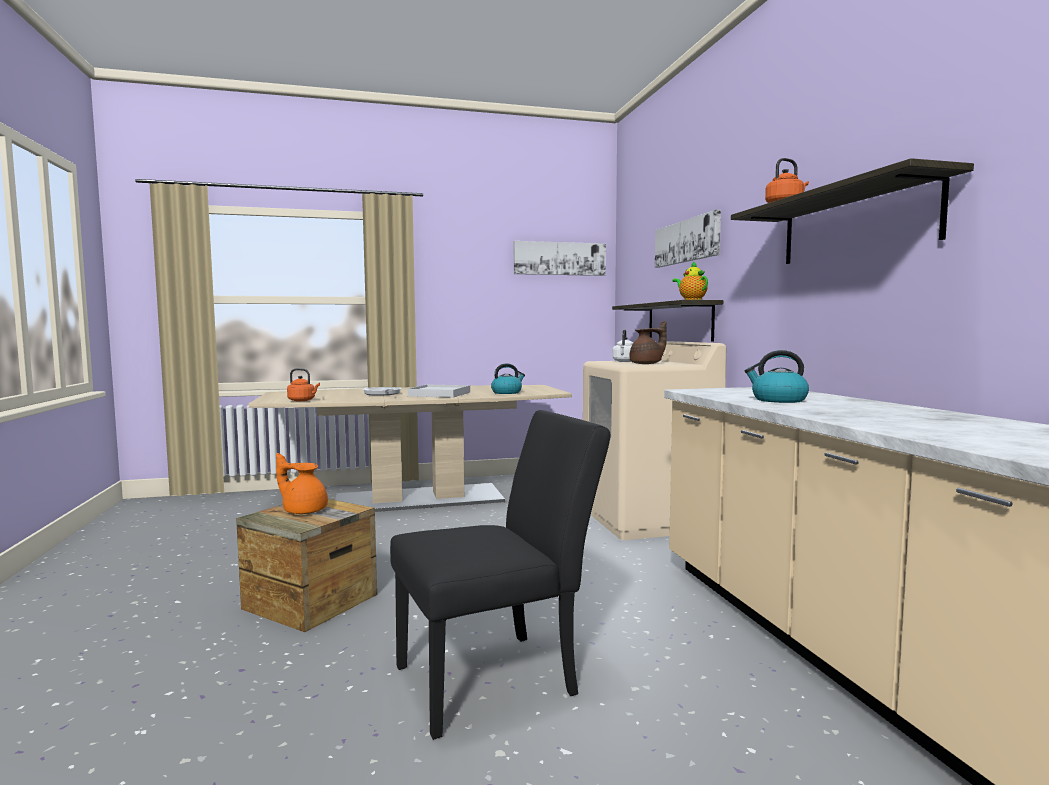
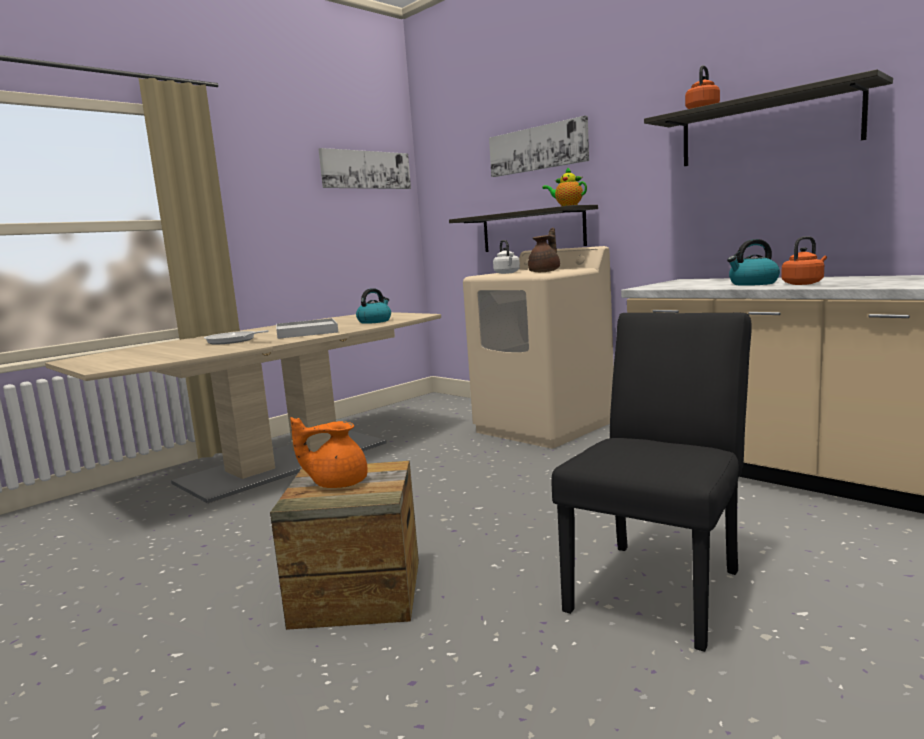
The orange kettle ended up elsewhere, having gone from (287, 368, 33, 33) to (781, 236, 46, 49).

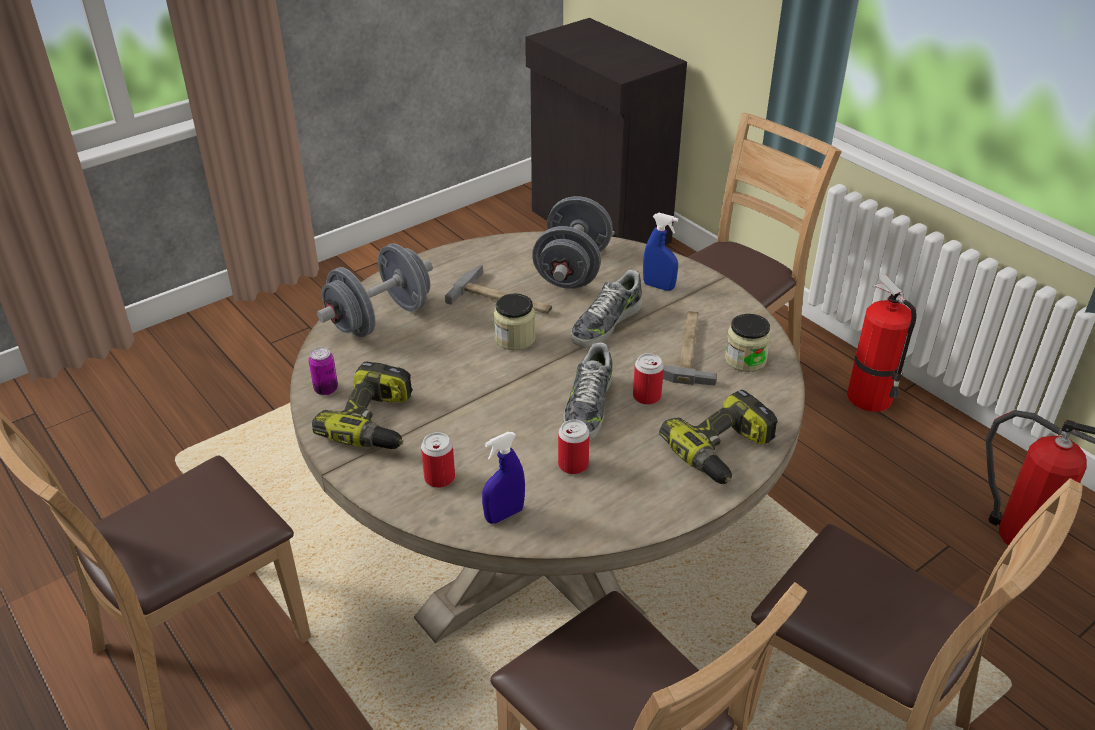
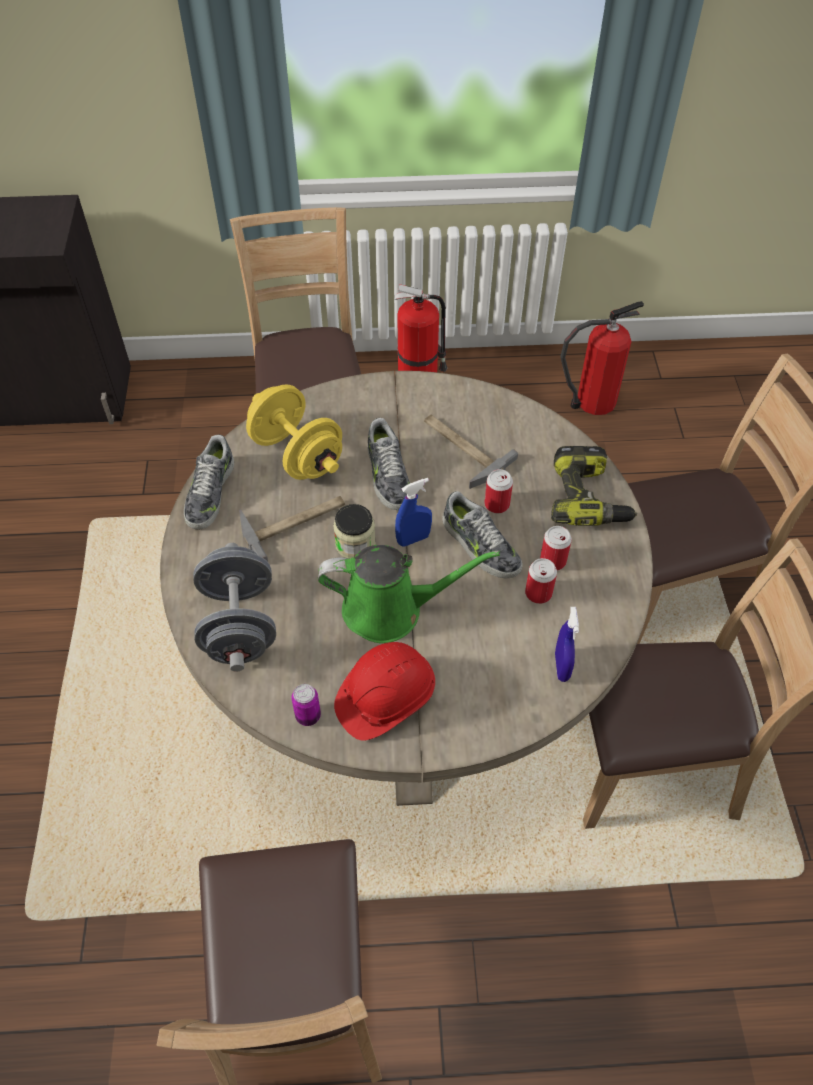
The second view lost the jar at (725, 314, 46, 58).
The second view gained the shoe at (184, 435, 50, 95).
The second view gained the green watering can at (318, 545, 182, 98).
The can ended up elsewhere, having gone from (421, 432, 34, 56) to (540, 526, 32, 44).
The blue spray bottle ended up elsewhere, having gone from (643, 213, 35, 78) to (395, 478, 37, 69).
Where the power drill stood at (312, 362, 101, 87), the red hard hat came to stand at (334, 642, 101, 99).
What was the grey dumbbell at (532, 196, 81, 93) turned into the yellow dumbbell at (246, 384, 96, 96).

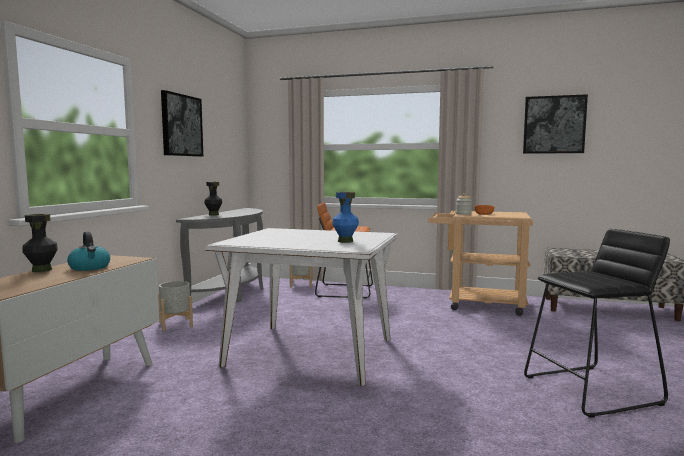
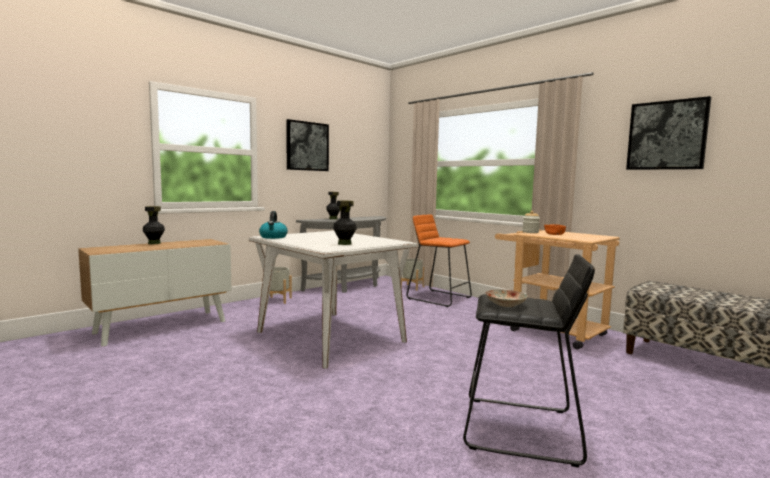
The second view gained the plate at (486, 290, 42, 17).
The kettle ended up elsewhere, having gone from (67, 232, 43, 39) to (259, 211, 29, 28).
What was the blue vase at (332, 192, 27, 51) turned into the black vase at (333, 201, 24, 44).

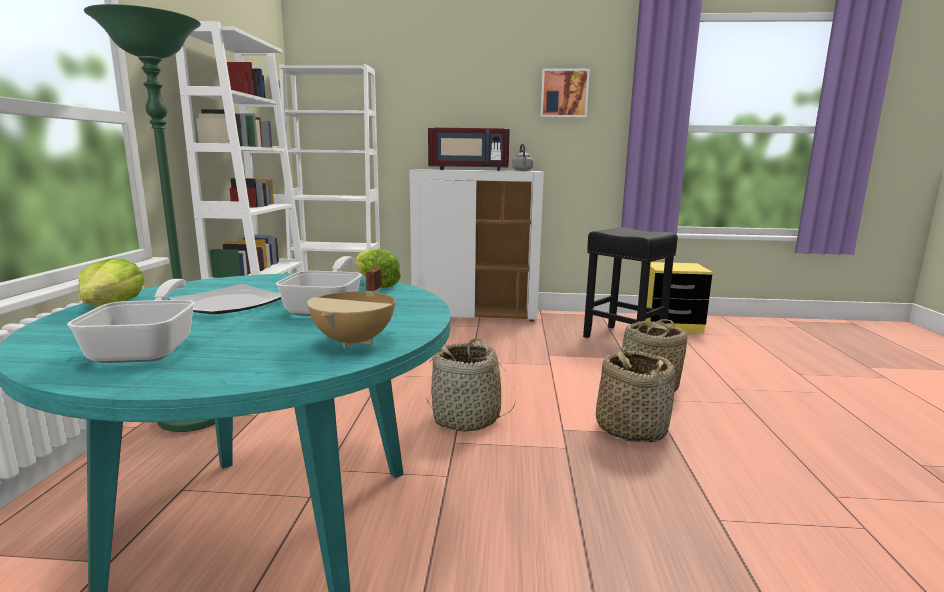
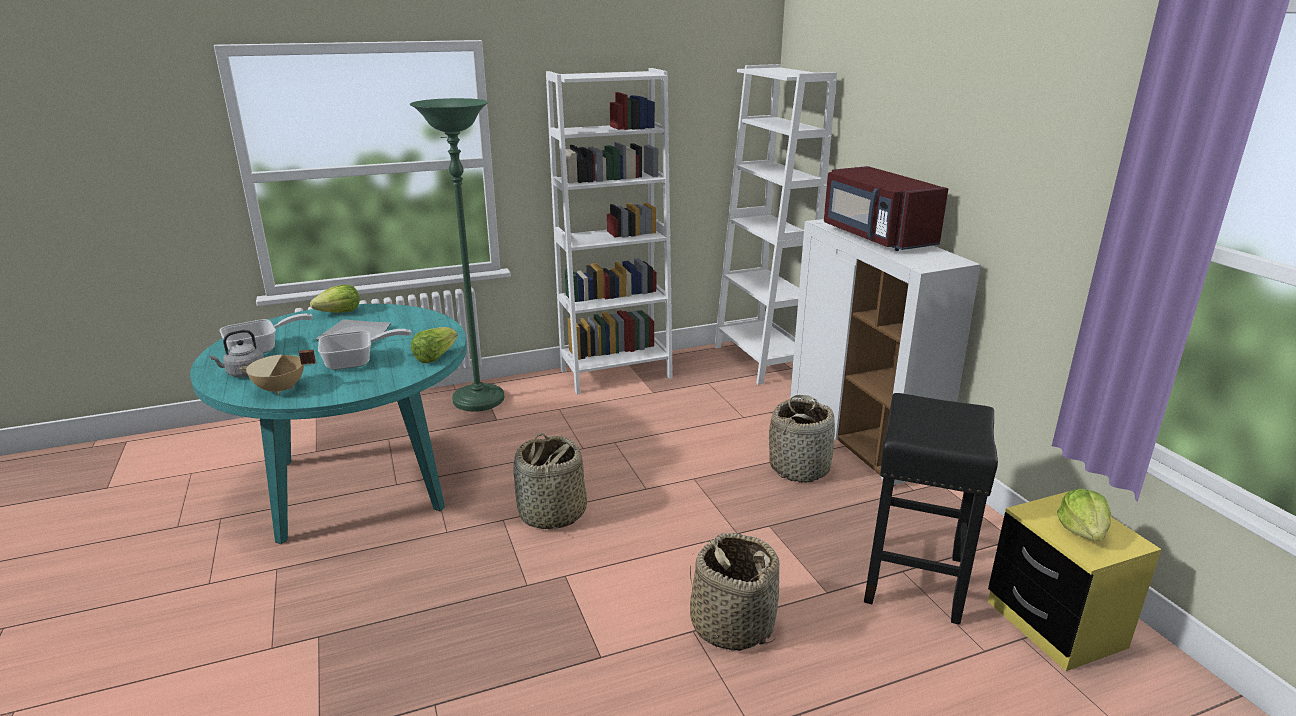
The second view lost the picture at (540, 69, 50, 49).
The second view gained the lettuce at (1057, 489, 54, 52).
The grey kettle ended up elsewhere, having gone from (512, 144, 21, 27) to (209, 330, 55, 47).
The basket ended up elsewhere, having gone from (596, 347, 79, 95) to (769, 395, 66, 88).

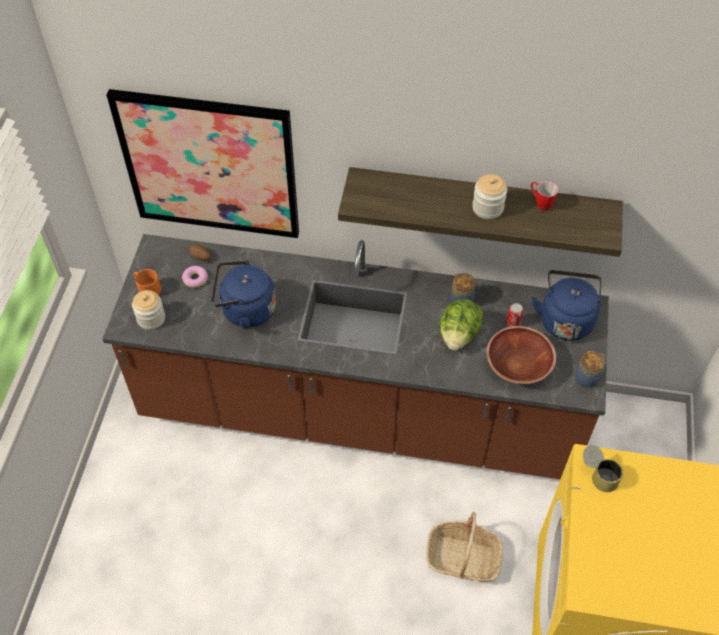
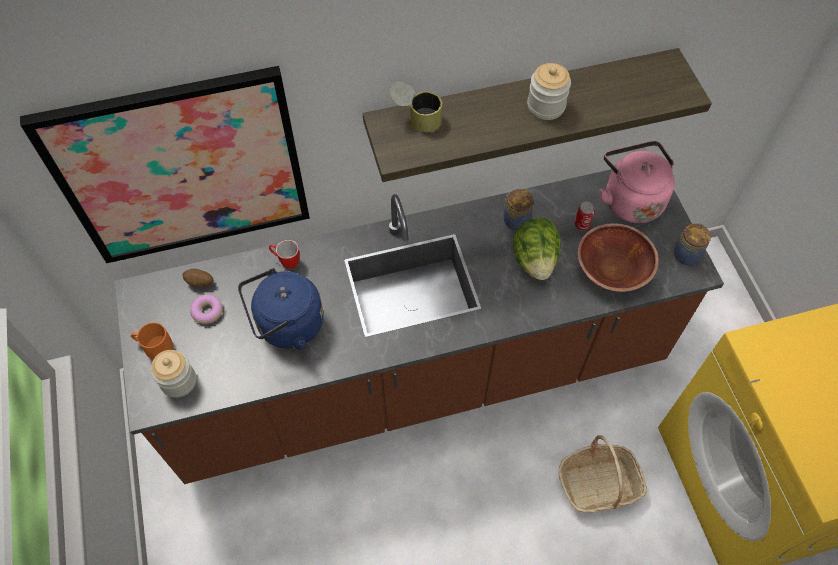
The mug ended up elsewhere, having gone from (531, 181, 27, 29) to (269, 240, 30, 29).
The can ended up elsewhere, having gone from (583, 445, 40, 47) to (389, 81, 54, 51).
What was the blue kettle at (532, 270, 70, 71) turned into the pink kettle at (600, 141, 75, 82).

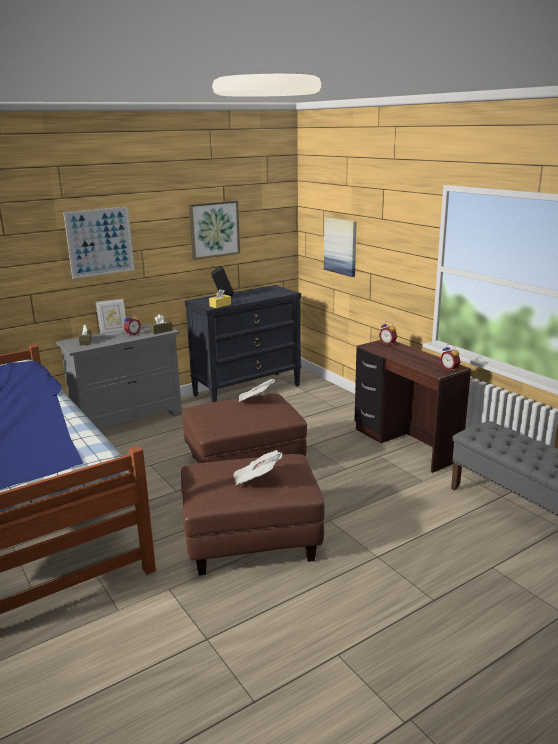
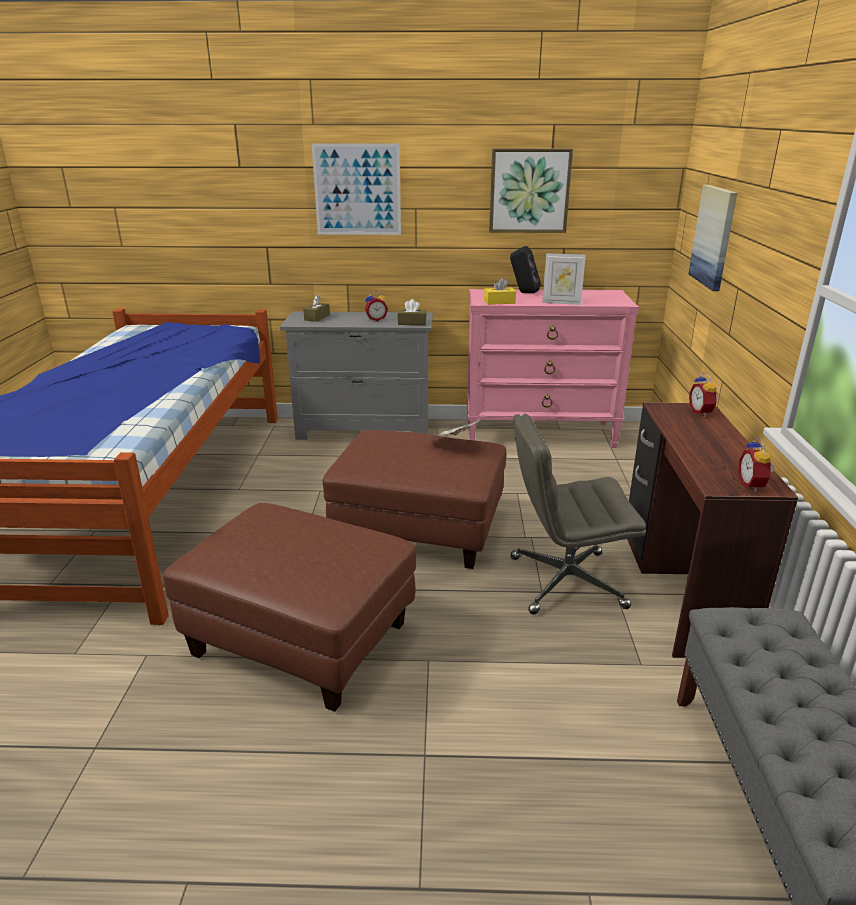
The second view lost the newspaper at (233, 450, 49, 35).
The second view gained the grey office chair at (511, 414, 135, 200).
The picture frame ended up elsewhere, having gone from (96, 299, 30, 37) to (542, 253, 44, 52).
What was the black dresser at (185, 285, 116, 117) turned into the pink dresser at (467, 289, 172, 159).

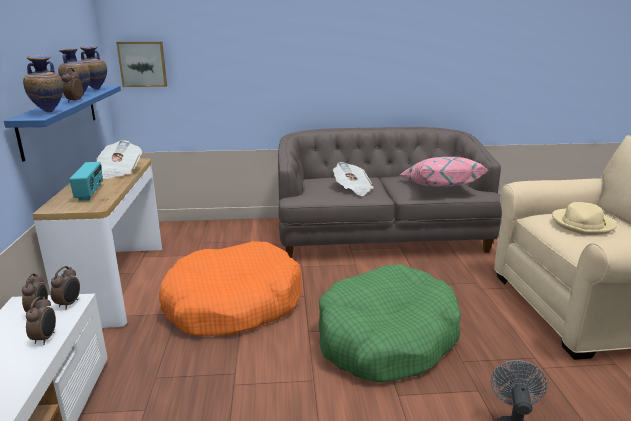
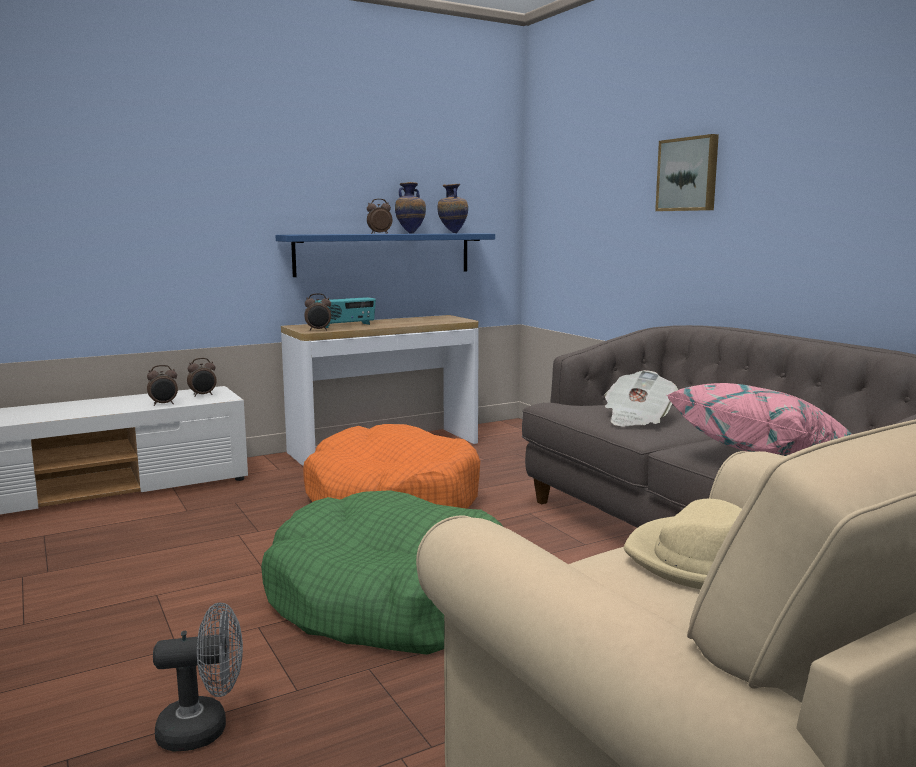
The second view lost the vase at (23, 55, 40, 57).
The second view lost the newspaper at (96, 140, 46, 39).
The alarm clock ended up elsewhere, having gone from (51, 266, 29, 43) to (304, 293, 27, 38).
The picture ended up elsewhere, having gone from (116, 42, 51, 45) to (655, 134, 64, 77).

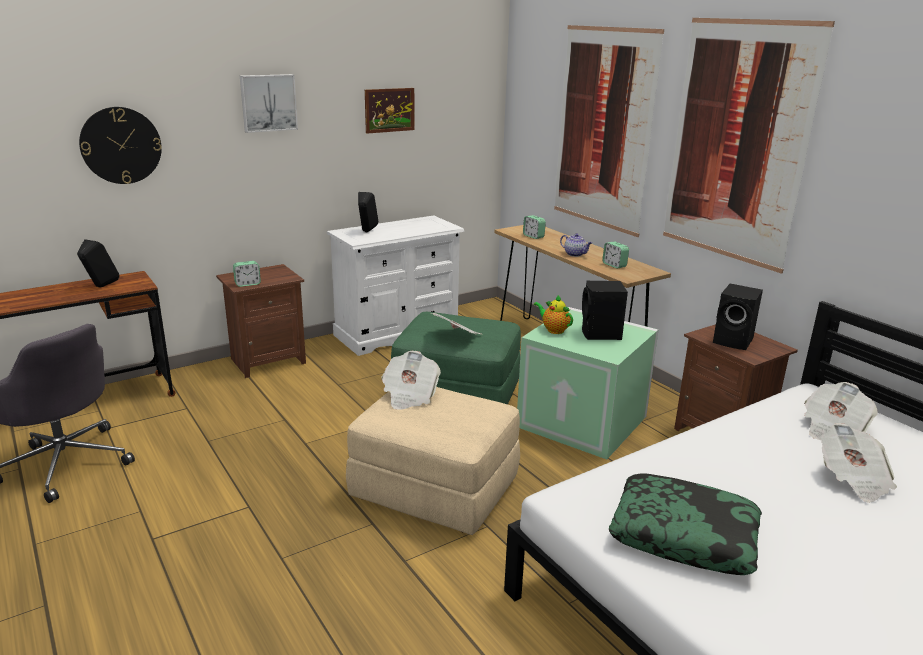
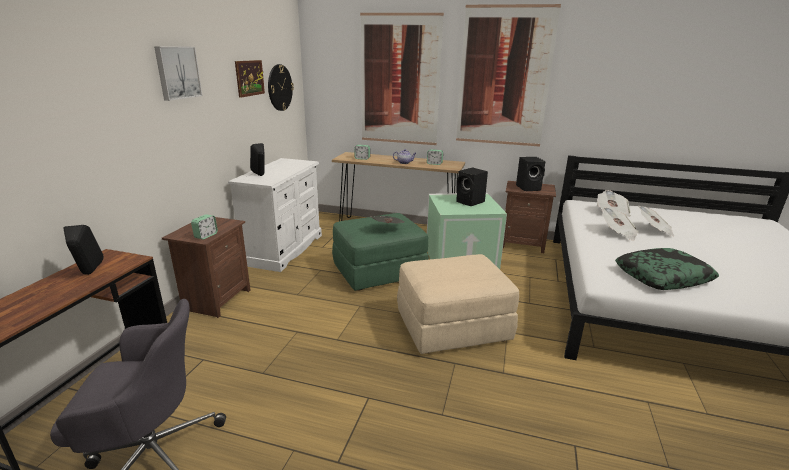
The second view lost the teapot at (534, 295, 39, 39).
The wall clock ended up elsewhere, having gone from (79, 107, 83, 77) to (268, 64, 26, 47).
The newspaper ended up elsewhere, having gone from (381, 351, 60, 59) to (602, 207, 37, 34).

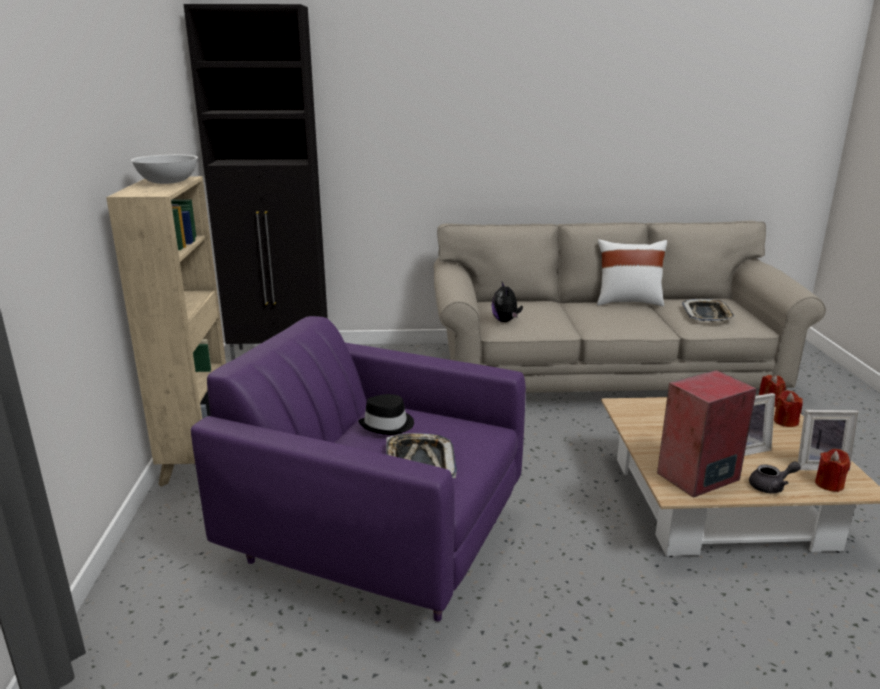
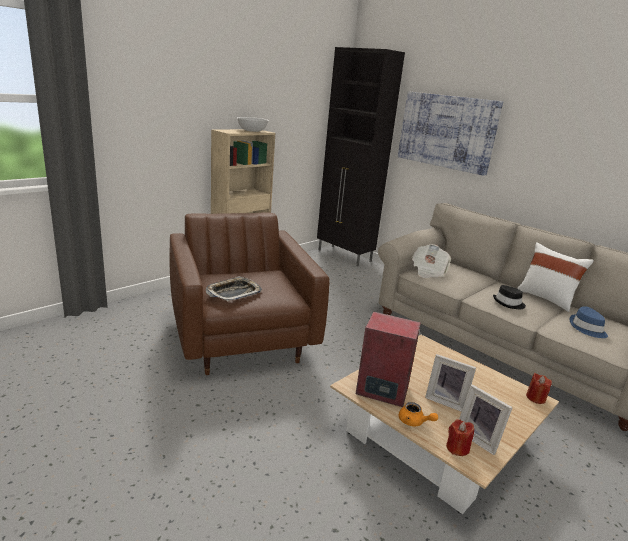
The second view lost the red candle at (774, 390, 29, 37).
The second view gained the picture at (398, 91, 105, 85).
The black hat ended up elsewhere, having gone from (358, 394, 56, 41) to (493, 285, 33, 24).
Where the plush toy stood at (492, 282, 31, 40), the newspaper came to stand at (412, 244, 39, 34).
Where the tray stood at (682, 299, 54, 22), the blue hat came to stand at (570, 306, 38, 32).
What was the purple armchair at (191, 316, 335, 306) turned into the brown armchair at (170, 213, 159, 162).
What was the grey teapot at (749, 461, 52, 32) turned into the orange teapot at (399, 402, 39, 25).

